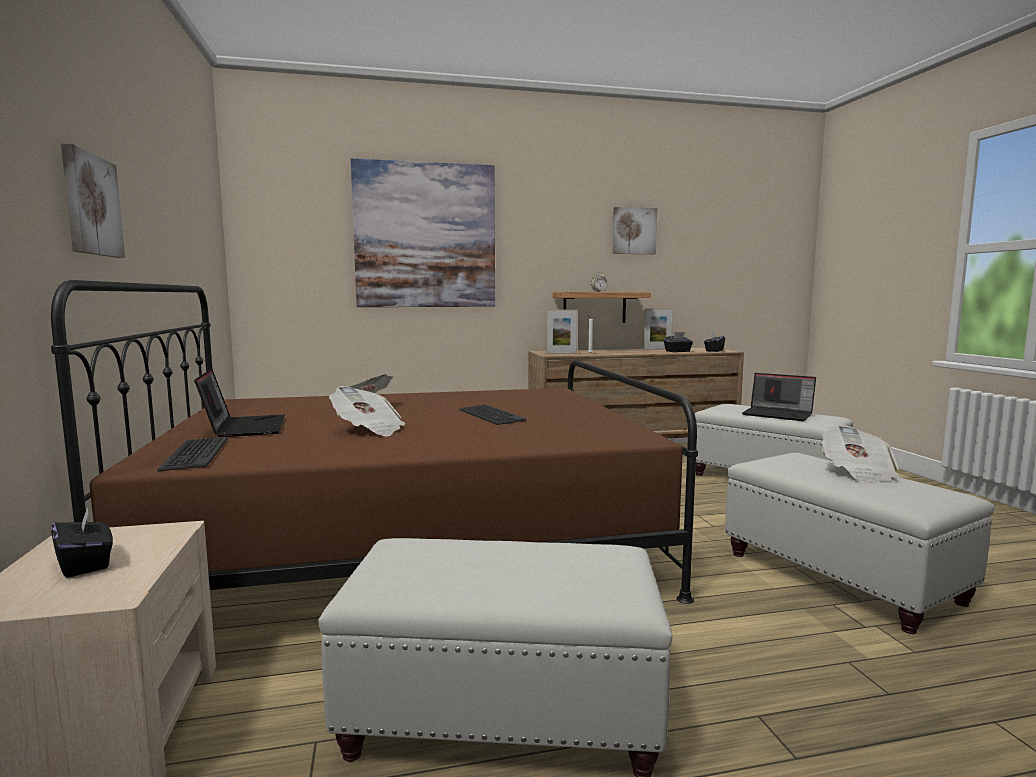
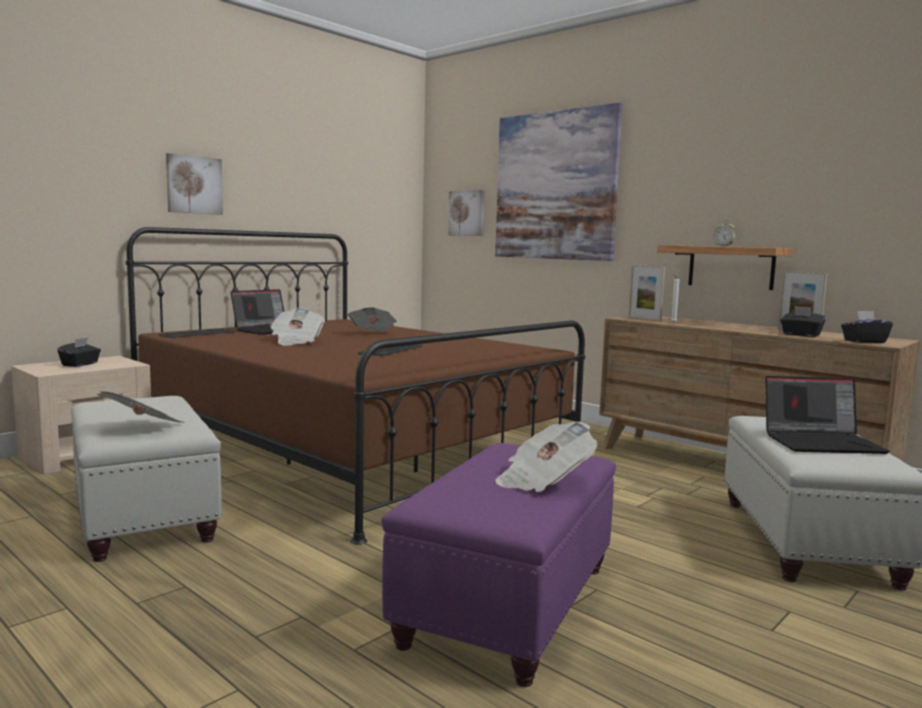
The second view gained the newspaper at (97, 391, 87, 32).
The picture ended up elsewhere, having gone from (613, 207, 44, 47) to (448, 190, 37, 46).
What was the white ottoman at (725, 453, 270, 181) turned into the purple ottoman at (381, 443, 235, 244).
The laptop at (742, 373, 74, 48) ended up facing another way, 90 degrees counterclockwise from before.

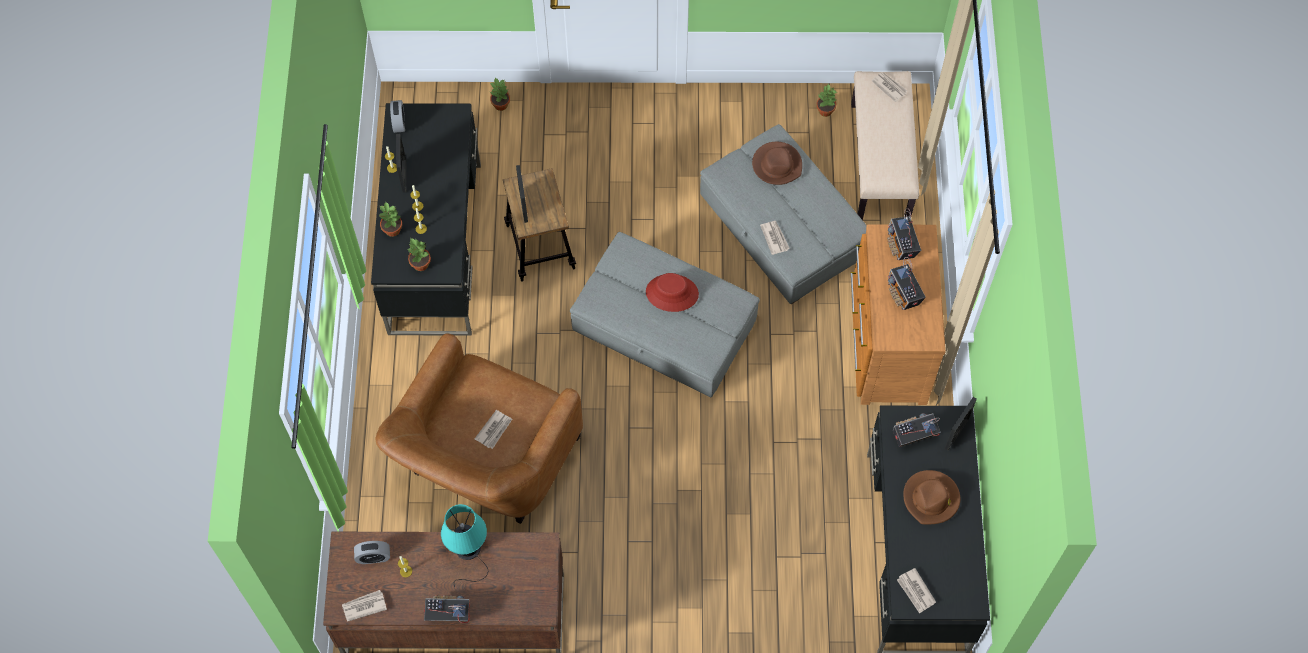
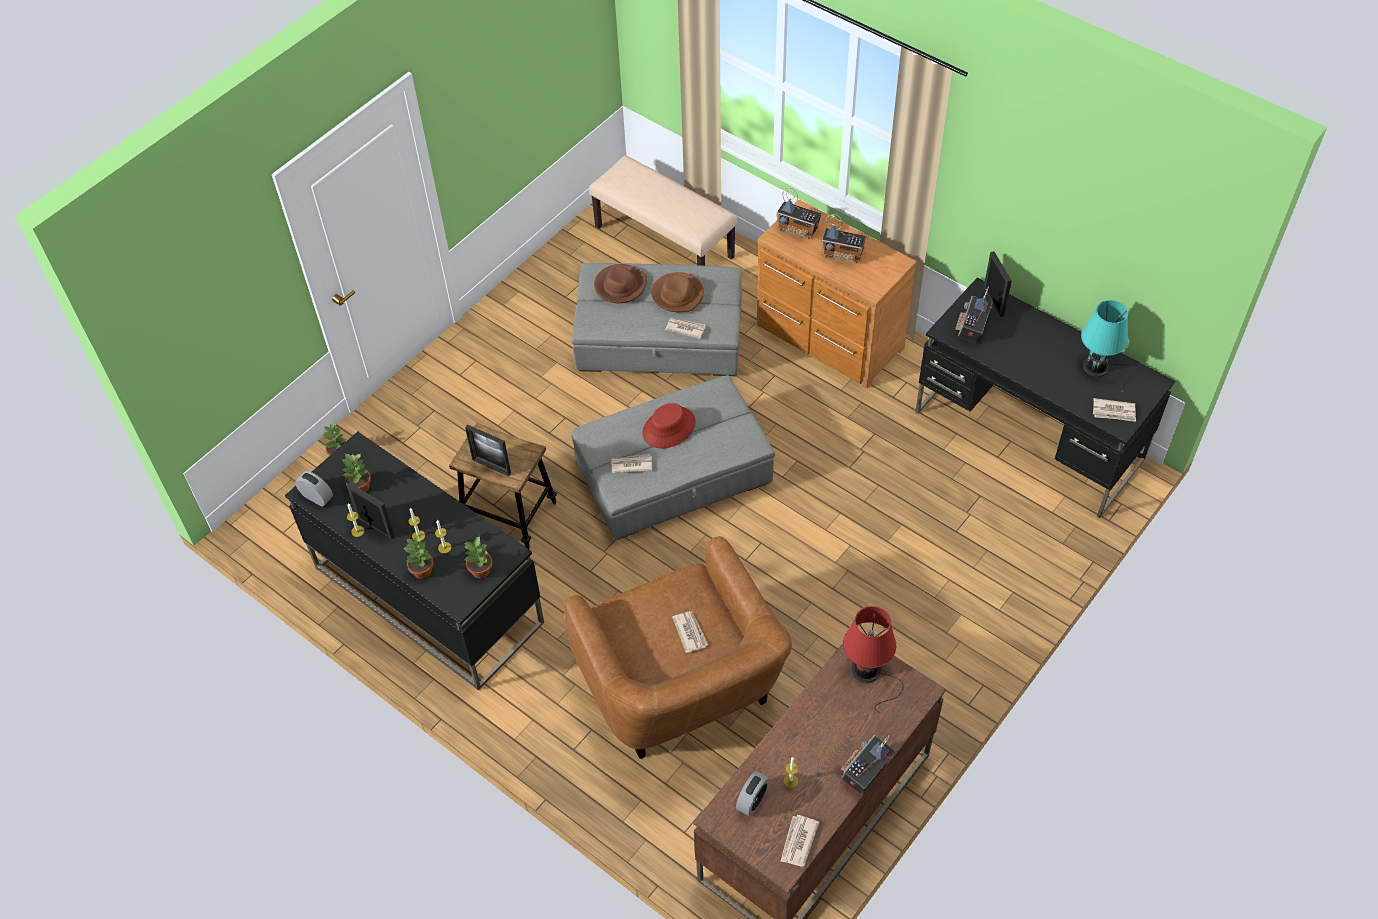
The second view gained the red table lamp at (843, 606, 60, 106).
The turquoise table lamp ended up elsewhere, having gone from (441, 504, 47, 83) to (1081, 300, 53, 93).
The potted plant ended up elsewhere, having gone from (816, 83, 21, 34) to (342, 454, 29, 38).
The newspaper ended up elsewhere, having gone from (871, 72, 36, 30) to (611, 454, 41, 19).
The brown hat ended up elsewhere, having gone from (903, 470, 57, 54) to (651, 272, 53, 40).

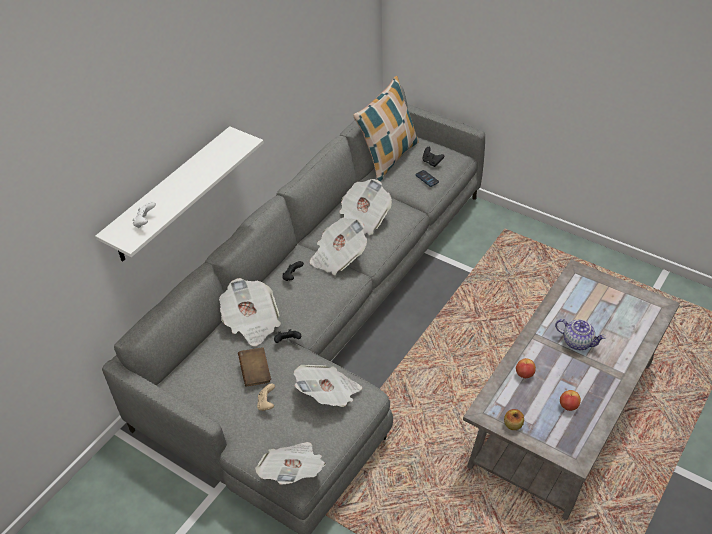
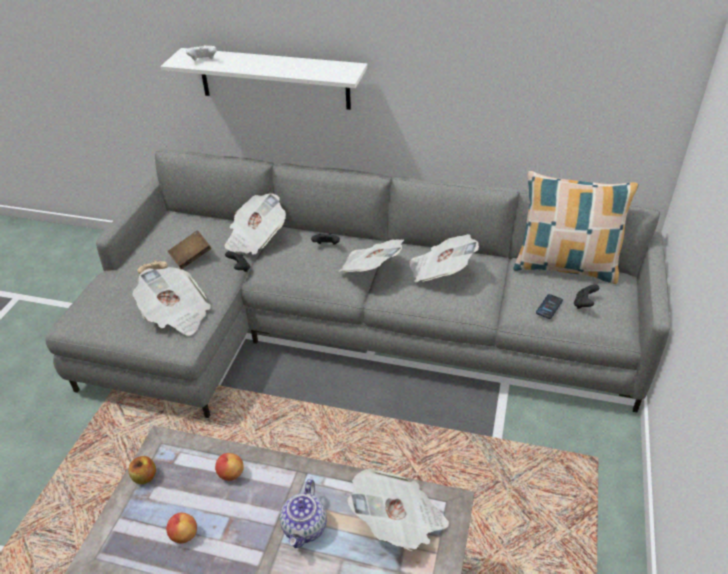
The newspaper ended up elsewhere, having gone from (255, 442, 71, 43) to (347, 469, 102, 82).

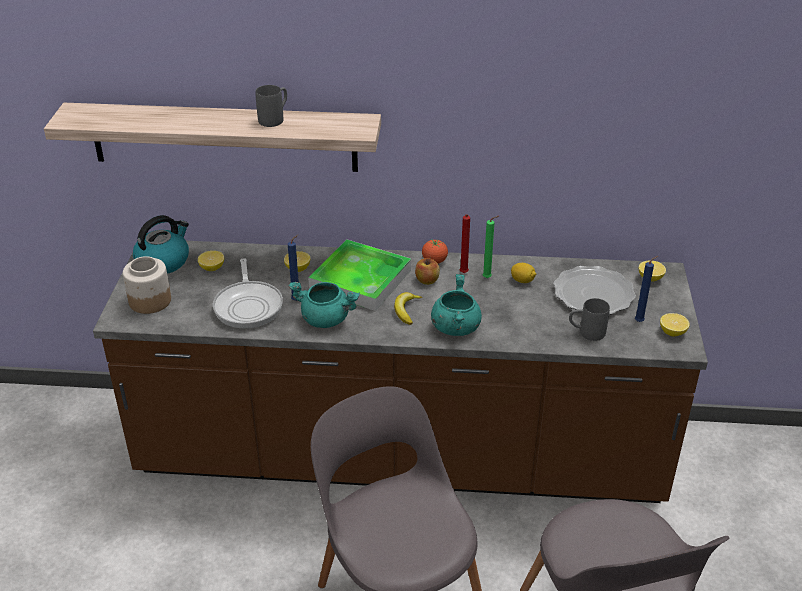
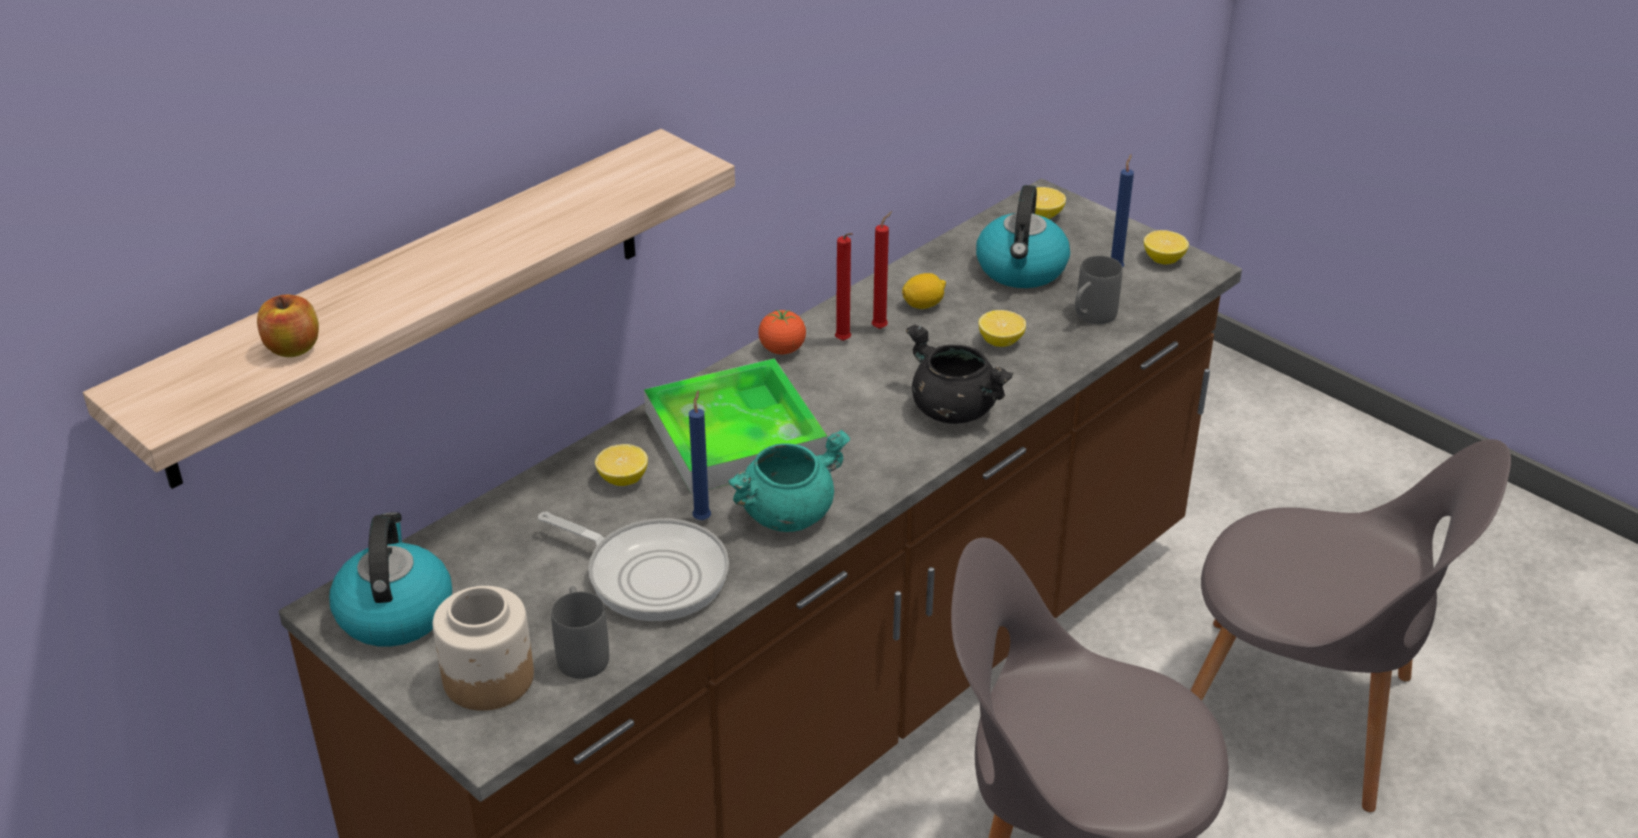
The second view lost the banana at (394, 292, 28, 33).
The lemon ended up elsewhere, having gone from (198, 251, 26, 20) to (979, 310, 47, 37).
The grey mug ended up elsewhere, having gone from (255, 85, 32, 42) to (551, 586, 58, 93).
The apple ended up elsewhere, having gone from (415, 258, 25, 27) to (257, 295, 62, 62).
Where the plate stood at (553, 266, 83, 49), the kettle came to stand at (976, 185, 94, 103).
What was the turquoise cooking pot at (431, 274, 51, 62) turned into the black cooking pot at (906, 325, 108, 99).
What was the green candle at (482, 216, 17, 62) turned into the red candle at (872, 211, 20, 118).

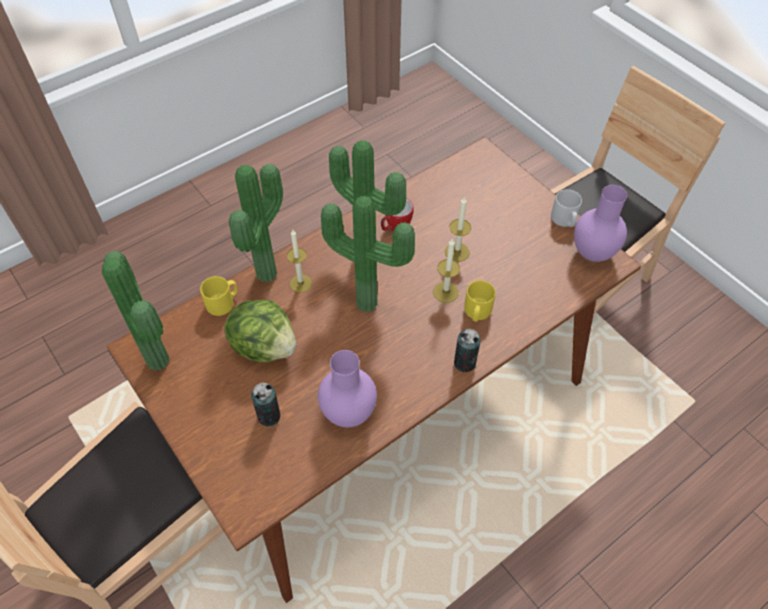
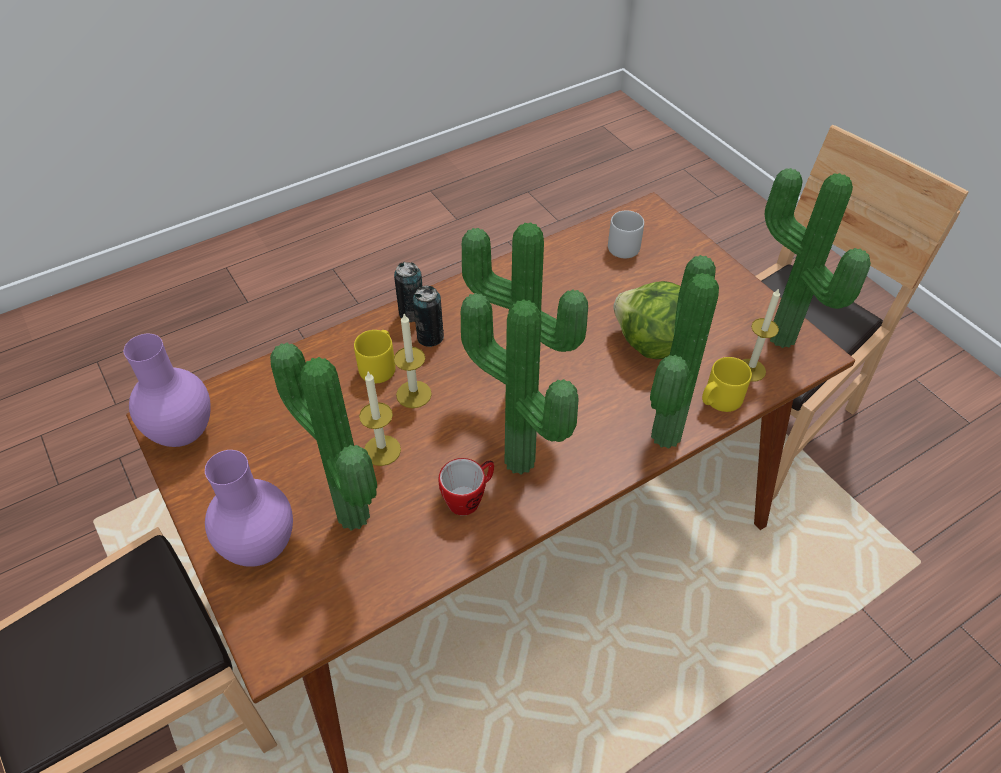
The second view gained the potted plant at (270, 343, 107, 187).
The can ended up elsewhere, having gone from (251, 383, 30, 44) to (413, 286, 31, 61).
The candle ended up elsewhere, having gone from (287, 230, 25, 63) to (742, 288, 38, 94).
The purple vase ended up elsewhere, having gone from (318, 350, 59, 78) to (205, 450, 88, 117).
The grey mug ended up elsewhere, having gone from (551, 189, 31, 38) to (608, 211, 36, 47).

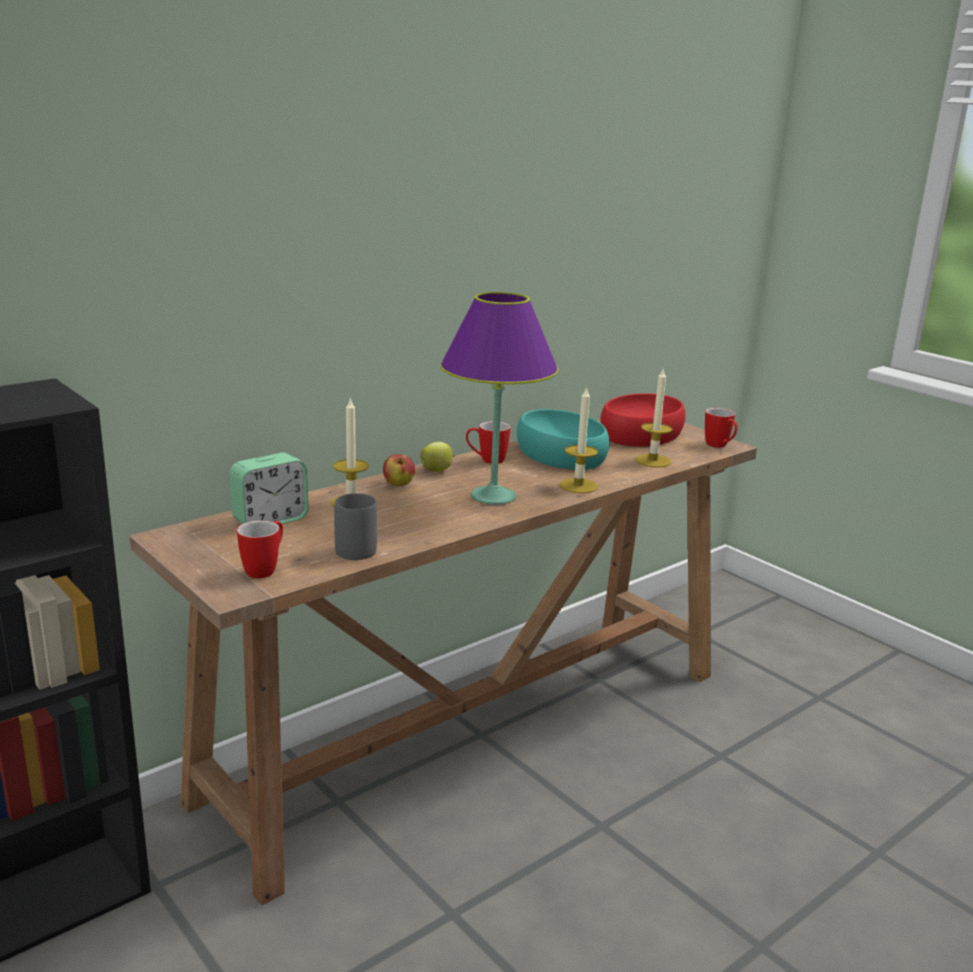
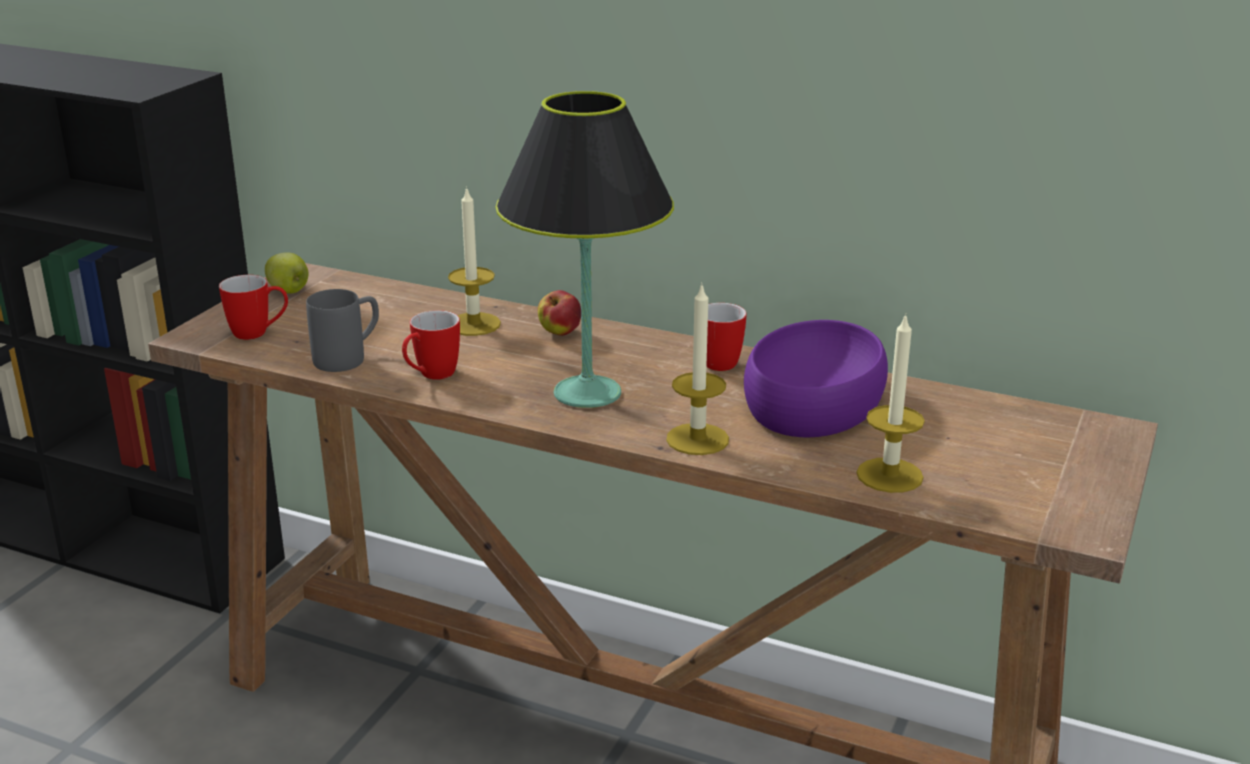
The second view lost the alarm clock at (229, 453, 80, 72).
The second view lost the red bowl at (600, 393, 85, 54).
The apple ended up elsewhere, having gone from (420, 442, 35, 30) to (265, 252, 44, 42).
The mug ended up elsewhere, having gone from (705, 408, 33, 40) to (402, 310, 58, 70).
What was the purple table lamp at (440, 292, 118, 213) turned into the black table lamp at (496, 91, 178, 317).
What was the turquoise bowl at (517, 409, 93, 61) turned into the purple bowl at (744, 320, 144, 117).

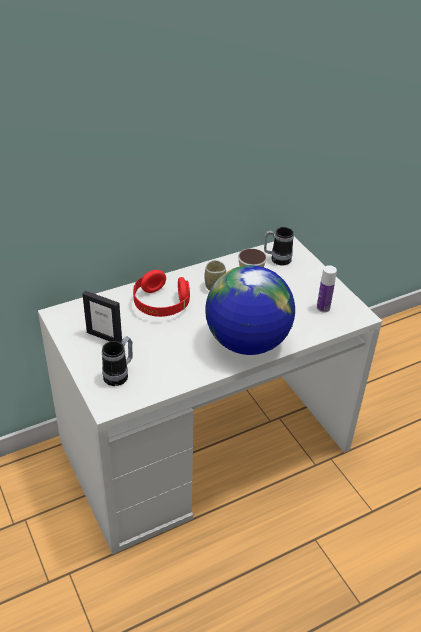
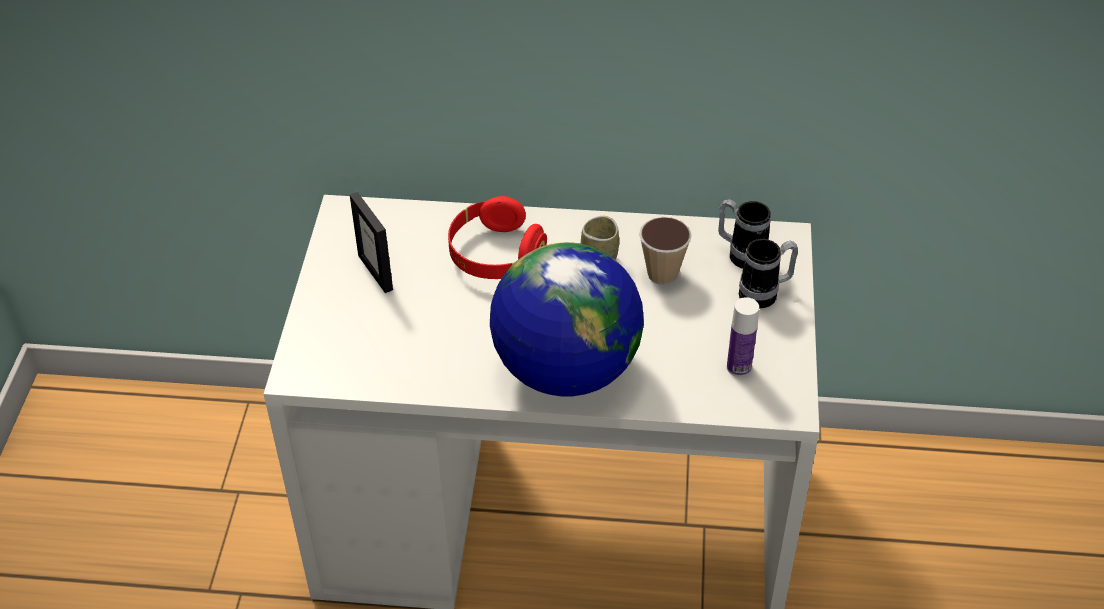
The mug ended up elsewhere, having gone from (102, 337, 31, 49) to (739, 239, 59, 69).

